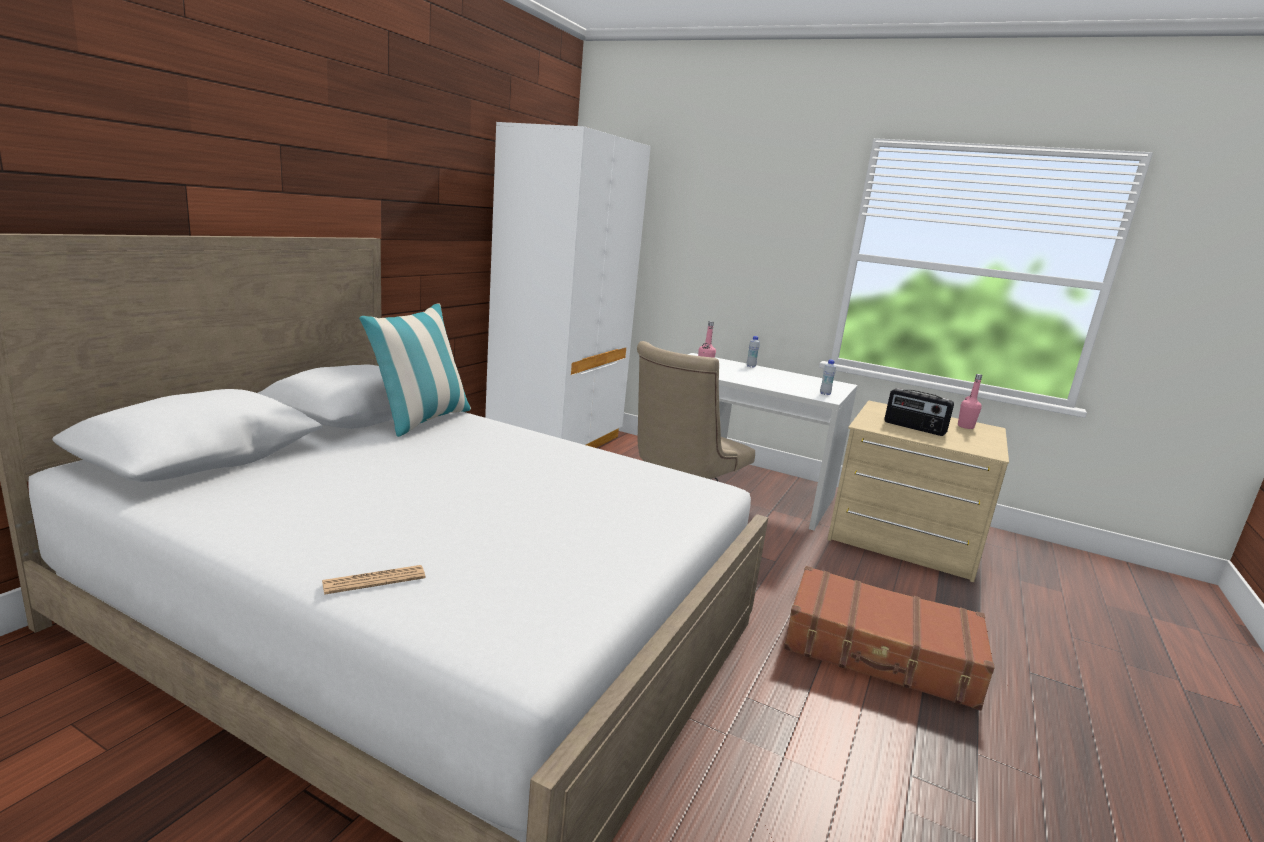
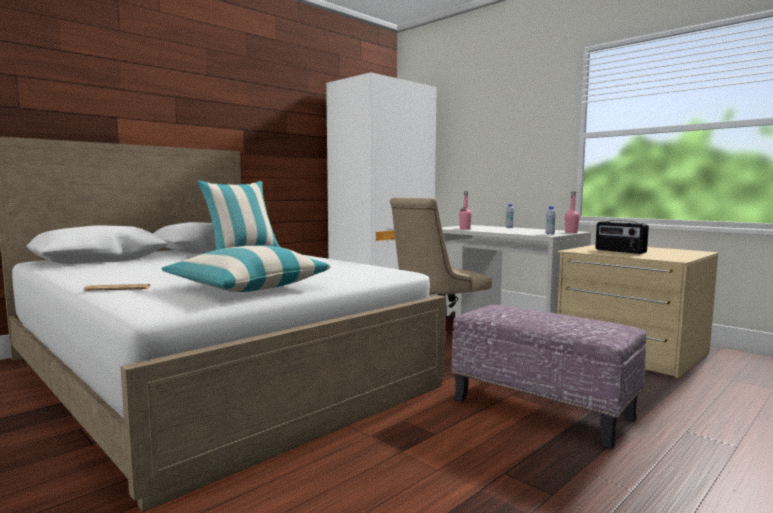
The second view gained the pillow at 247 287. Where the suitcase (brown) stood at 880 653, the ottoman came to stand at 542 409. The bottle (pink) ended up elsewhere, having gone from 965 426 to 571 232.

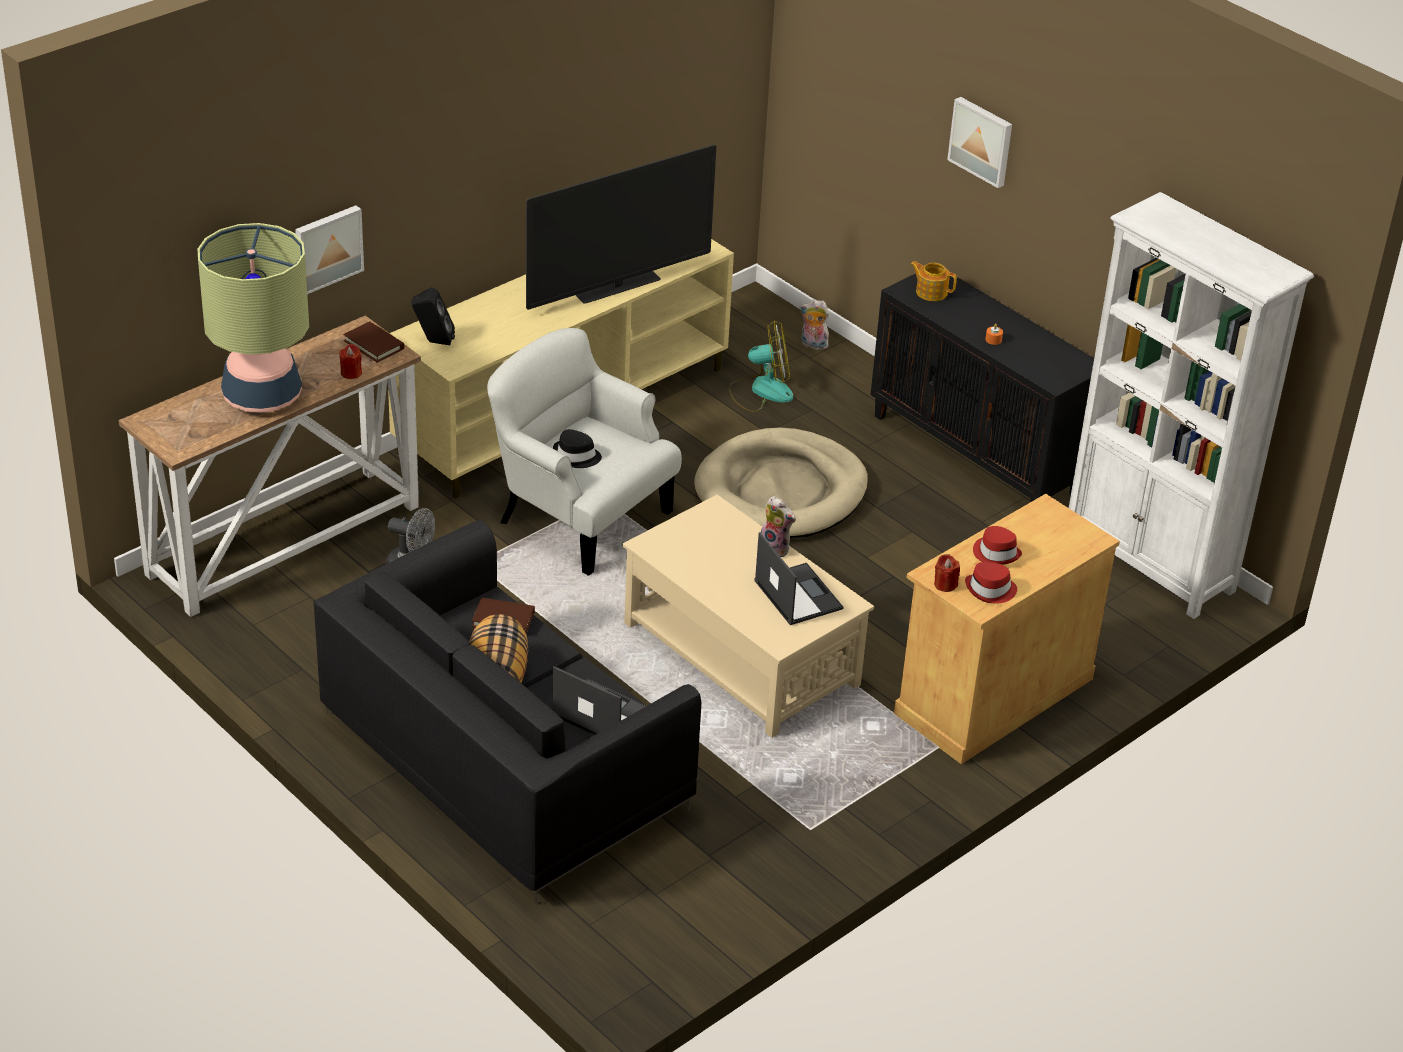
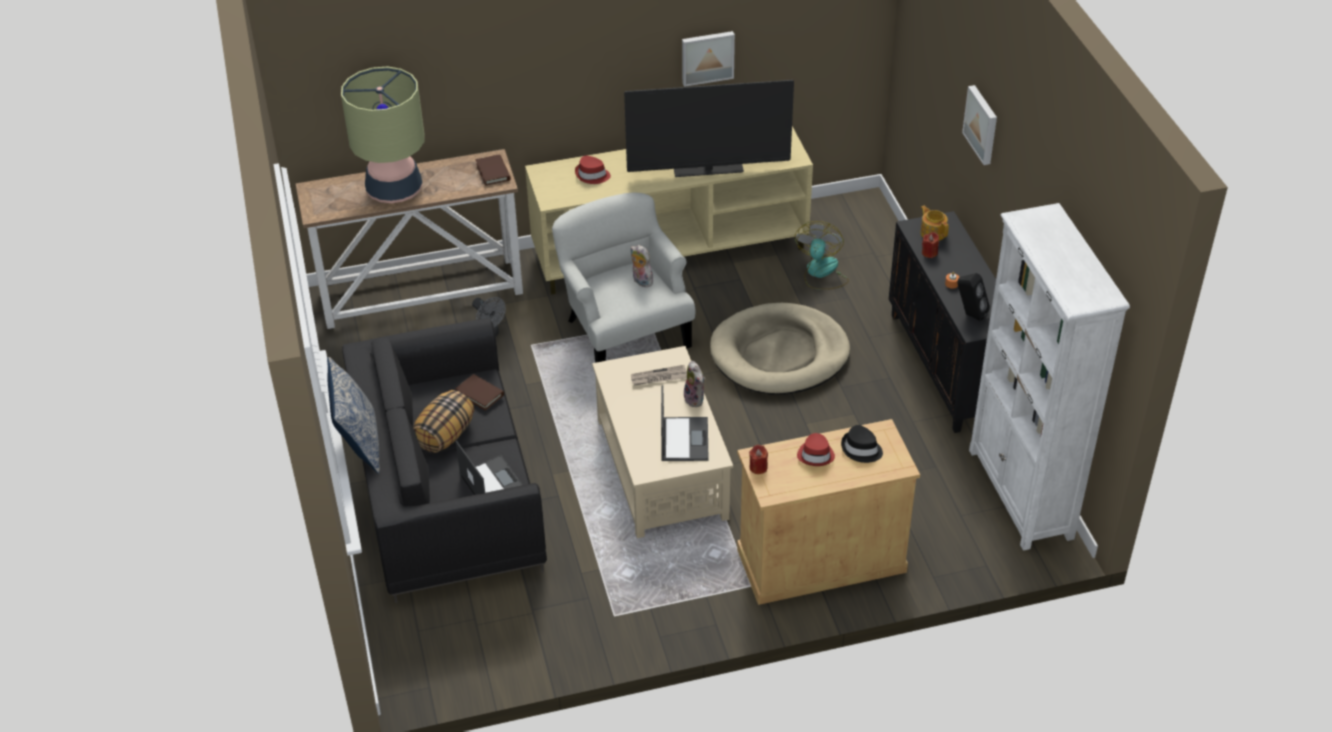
The second view gained the pillow at 359 444. The hat (red) ended up elsewhere, having gone from 990 590 to 592 175. The plush toy ended up elsewhere, having gone from 813 345 to 641 281. The second view gained the newspaper at 658 377. The picture ended up elsewhere, having gone from 327 248 to 707 57. The fan at 761 391 ended up facing another way, 105 degrees counterclockwise from before. The hat (black) ended up elsewhere, having gone from 576 456 to 861 449. The candle (red) ended up elsewhere, having gone from 351 373 to 929 253. The speaker (black) ended up elsewhere, having gone from 433 342 to 969 314.

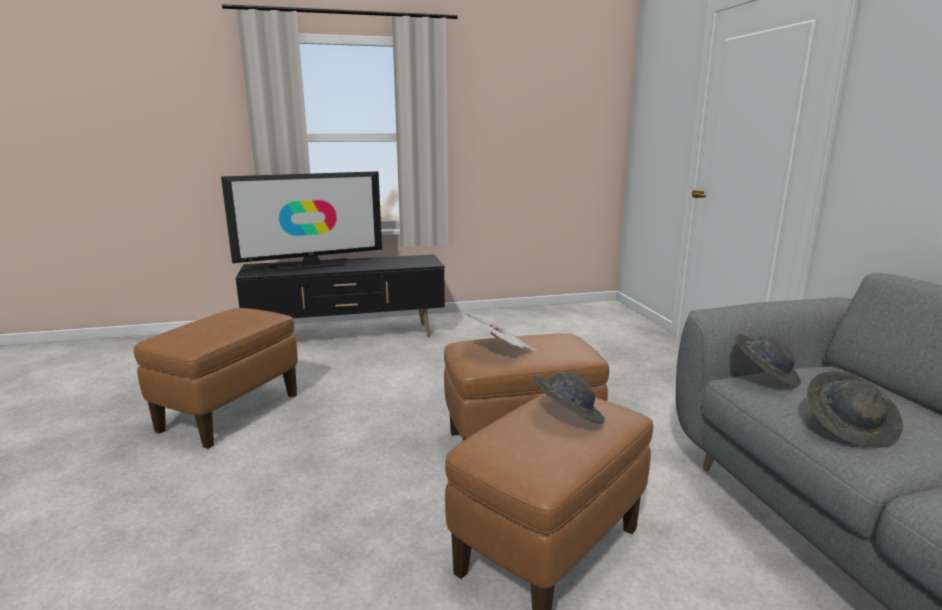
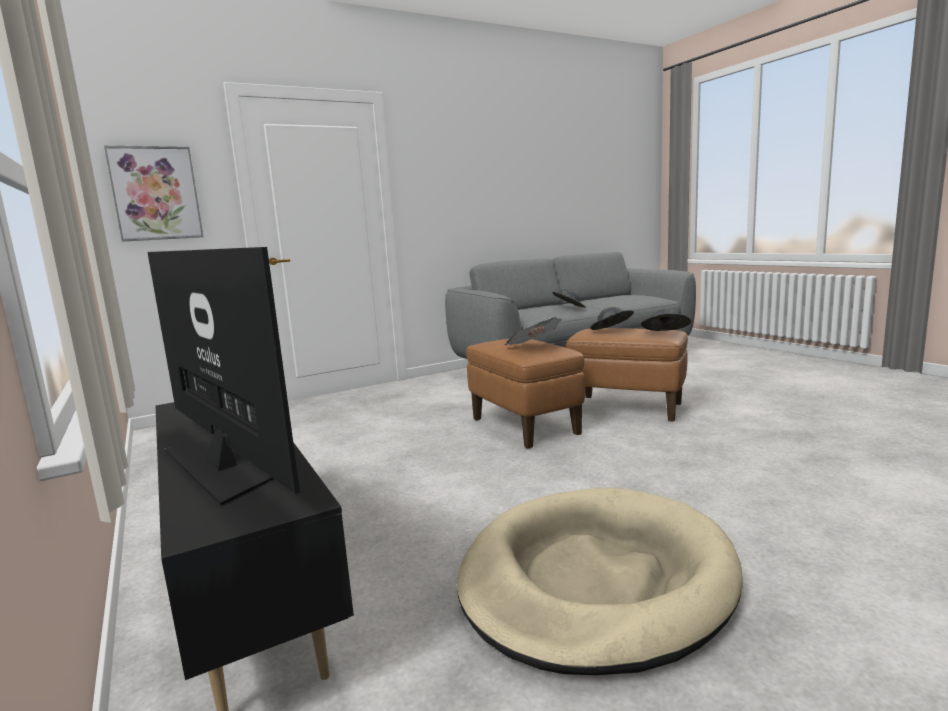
The second view gained the picture at 156 193. Where the ottoman (brown) stood at 231 412, the dog bed (beige) came to stand at 596 581. The hat (grey) ended up elsewhere, having gone from 764 375 to 665 334.

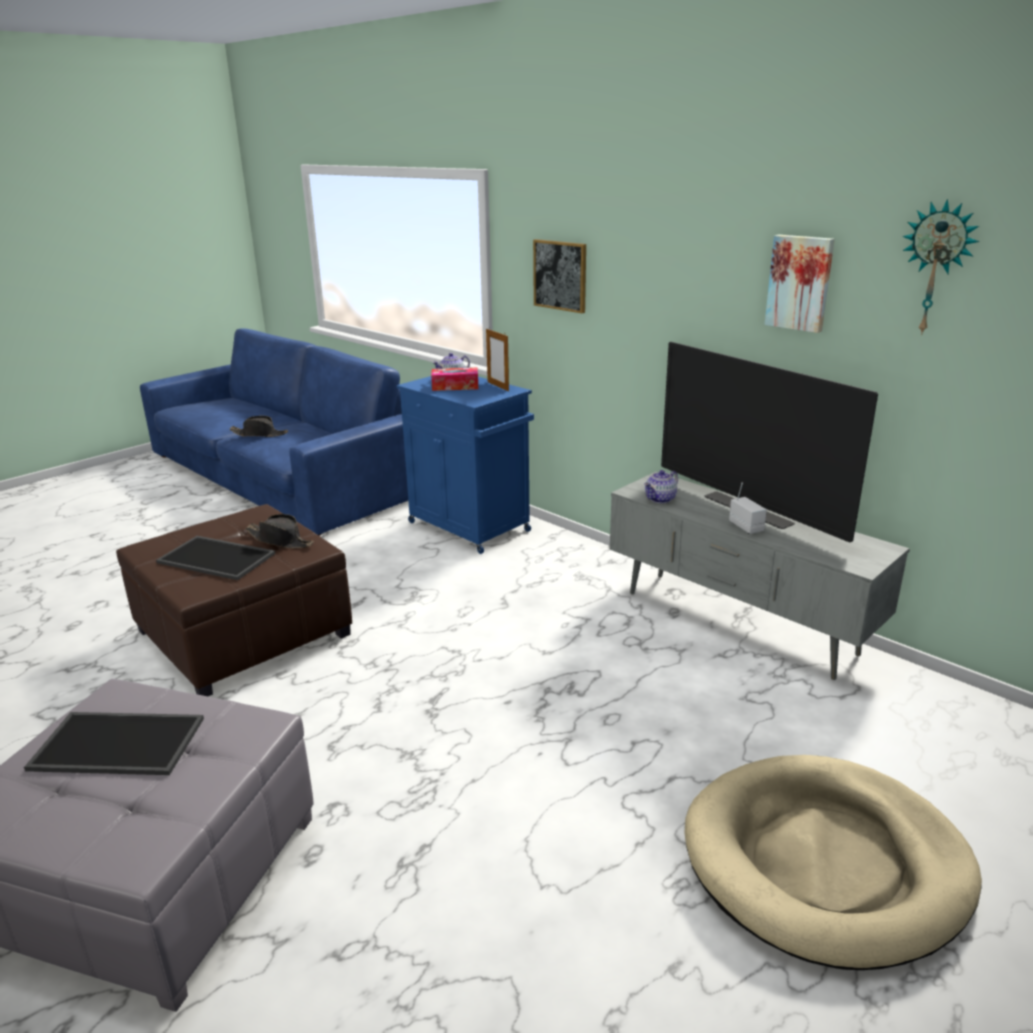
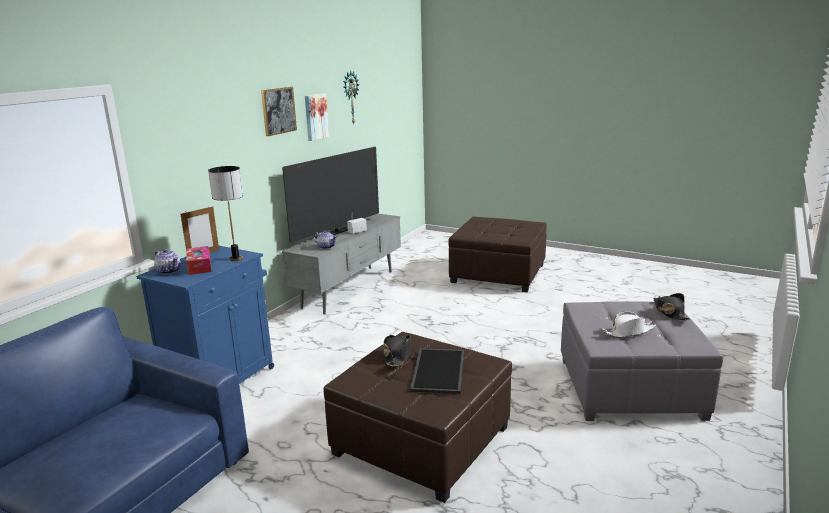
The second view gained the table lamp at 235 259. The picture ended up elsewhere, having gone from 560 275 to 278 111. Where the dog bed (beige) stood at 825 862, the ottoman (brown) came to stand at 497 273. Where the tray stood at 115 745, the hat (white) came to stand at 628 331. The hat (black) ended up elsewhere, having gone from 259 434 to 669 312.

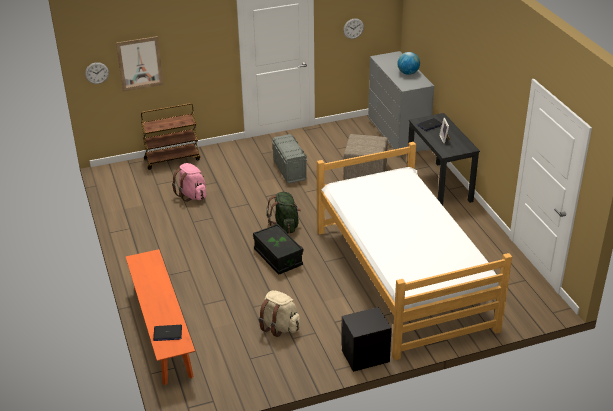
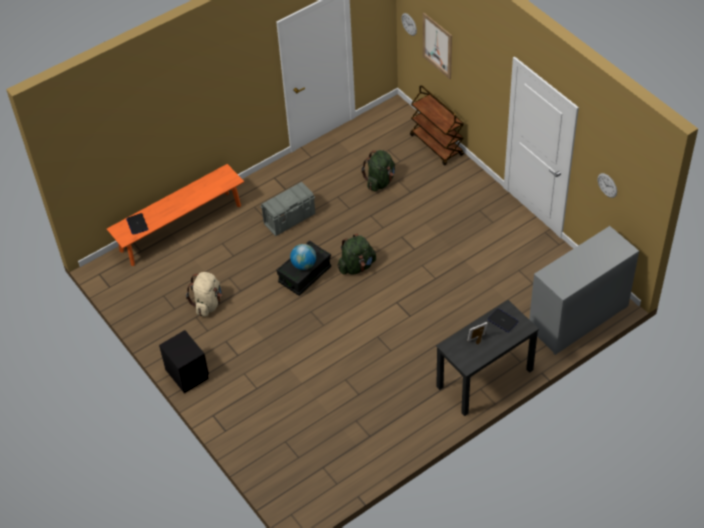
The storage box (grey) ended up elsewhere, having gone from 289 170 to 290 219. The globe ended up elsewhere, having gone from 408 73 to 304 265. What was the backpack (pink) at 192 195 turned into the backpack (green) at 380 181. The second view lost the bed at 402 278. The second view lost the ottoman (beige) at 366 172.

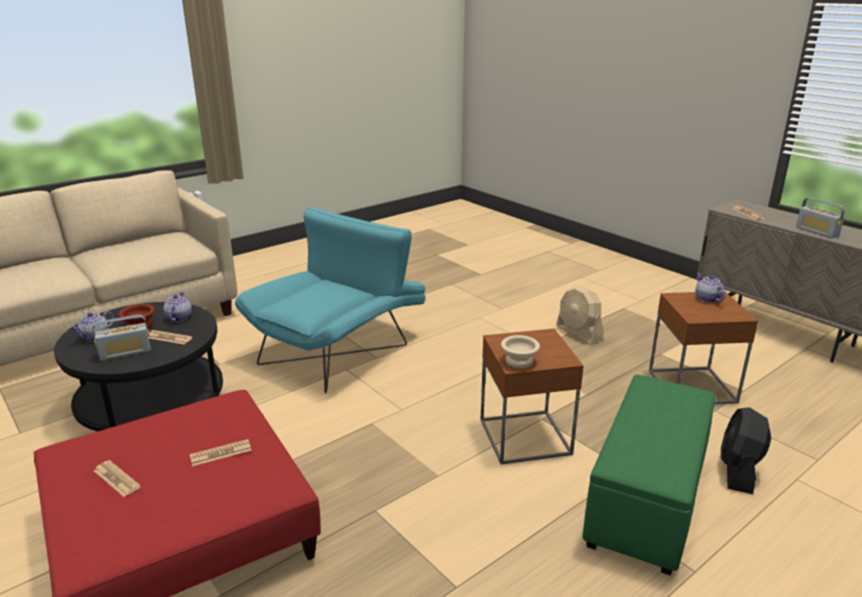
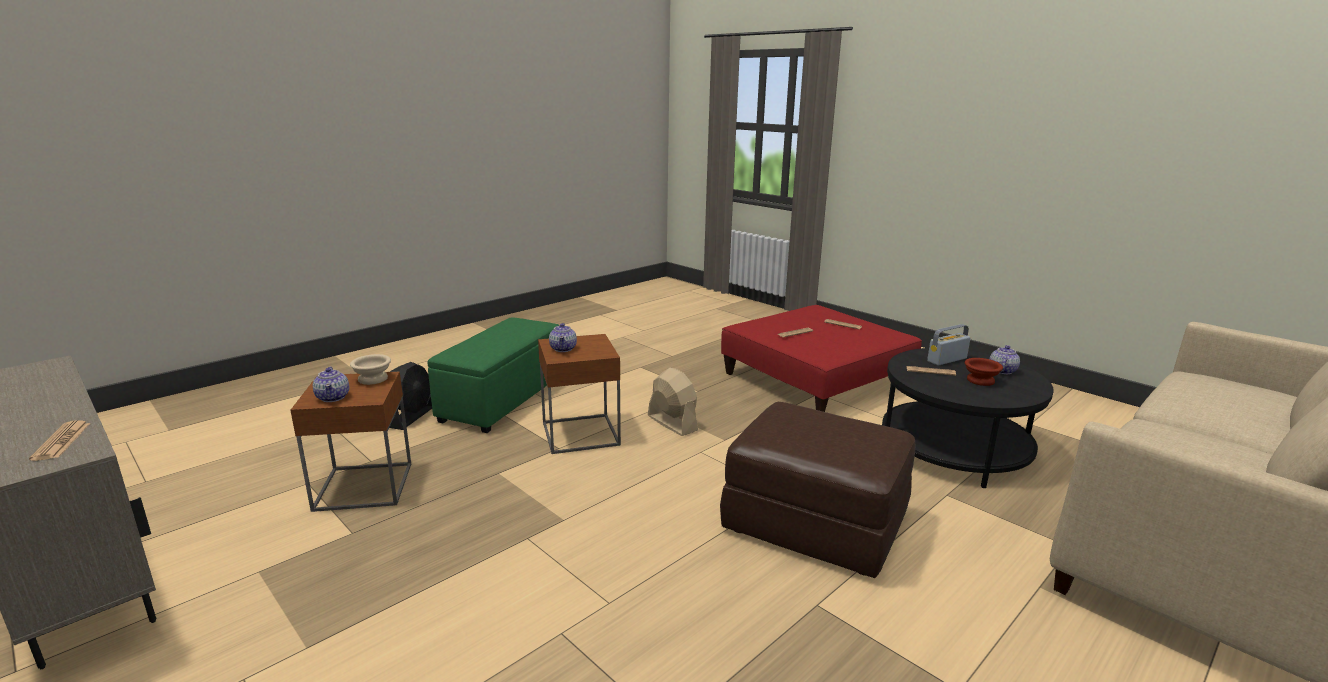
The bowl (beige) ended up elsewhere, having gone from 518 361 to 374 379. The teapot ended up elsewhere, having gone from 178 318 to 563 348. The fan (beige) ended up elsewhere, having gone from 579 333 to 672 423. Where the armchair (turquoise) stood at 339 349, the ottoman (brown) came to stand at 813 523. The second view lost the radio at 817 232.

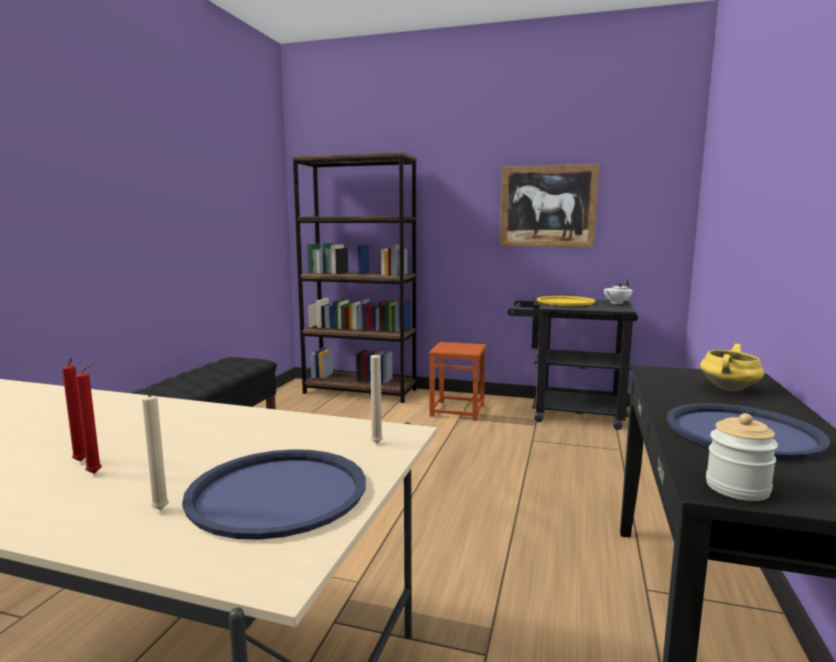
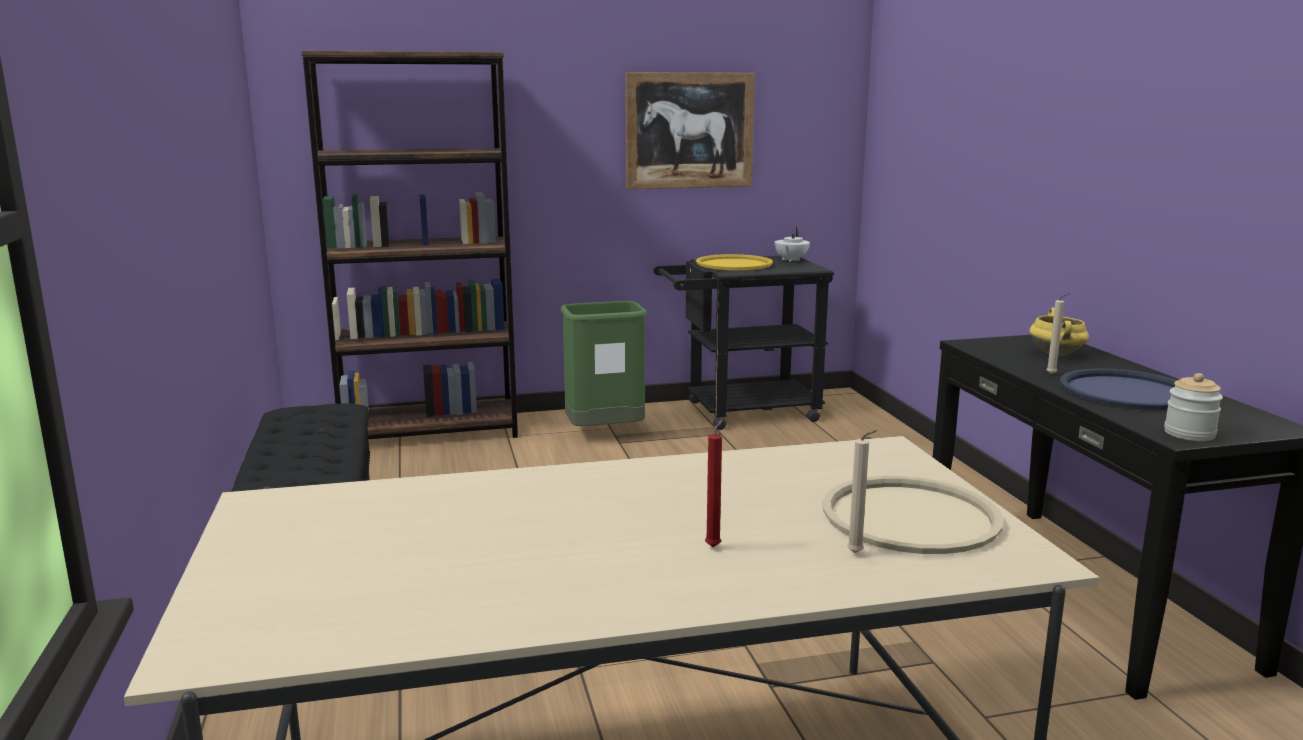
Where the stool (brown) stood at 457 410, the trash can (green) came to stand at 605 434. What was the tray (blue) at 278 493 turned into the tray (beige) at 910 517. The candle (beige) ended up elsewhere, having gone from 378 444 to 1053 374. The second view lost the candle (red) at 81 462.

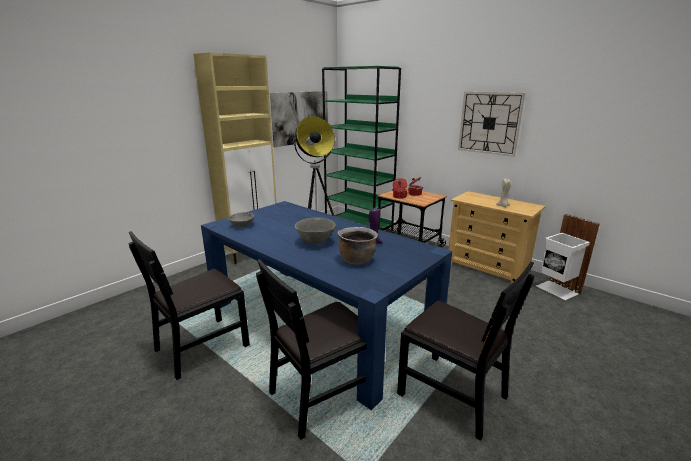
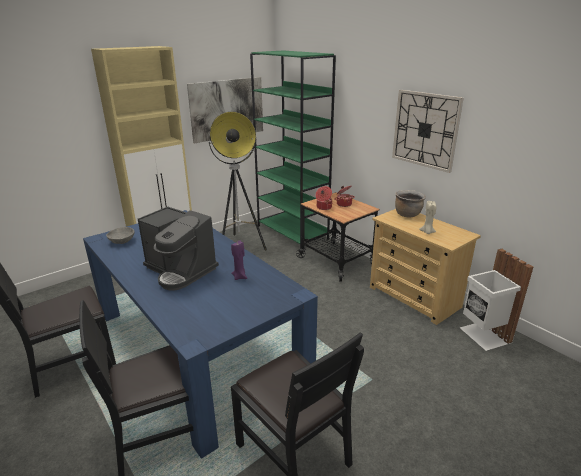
Where the bowl (grey) stood at 315 242, the coffee machine came to stand at 180 270. The cooking pot (brown) ended up elsewhere, having gone from 357 260 to 407 214.

